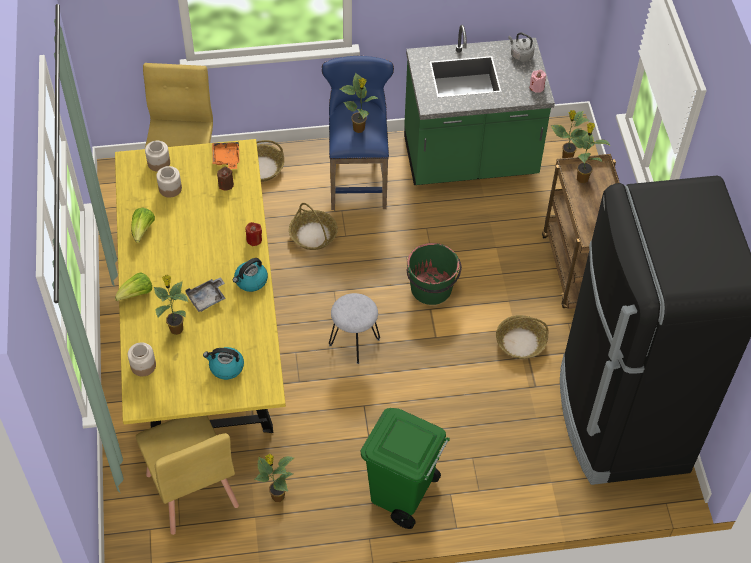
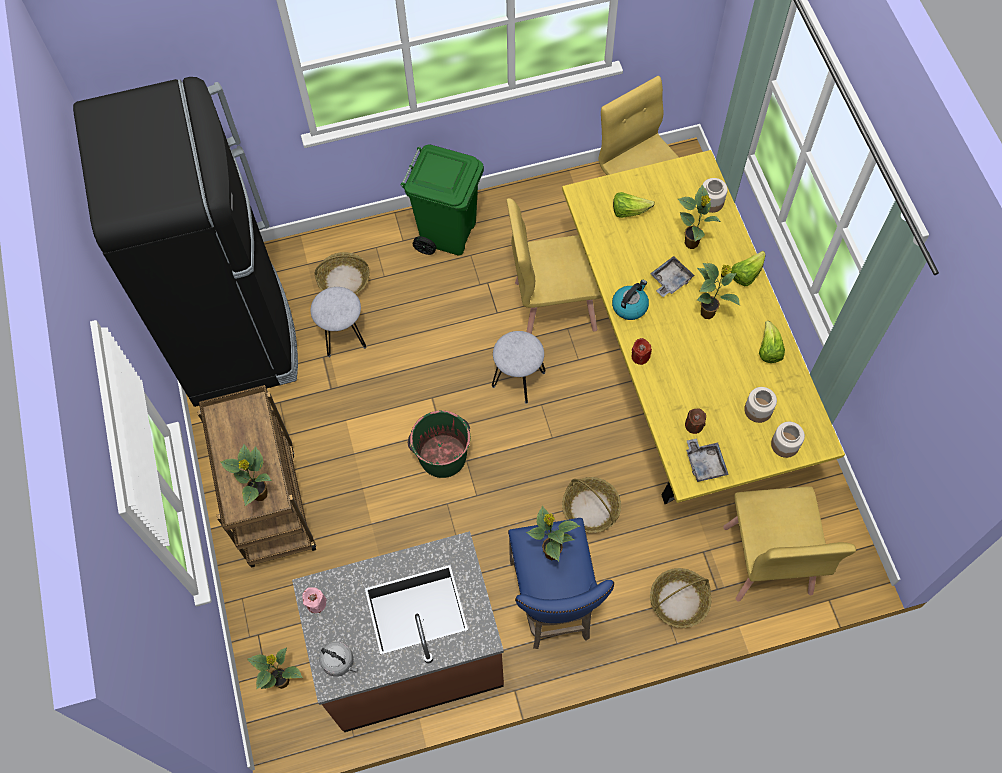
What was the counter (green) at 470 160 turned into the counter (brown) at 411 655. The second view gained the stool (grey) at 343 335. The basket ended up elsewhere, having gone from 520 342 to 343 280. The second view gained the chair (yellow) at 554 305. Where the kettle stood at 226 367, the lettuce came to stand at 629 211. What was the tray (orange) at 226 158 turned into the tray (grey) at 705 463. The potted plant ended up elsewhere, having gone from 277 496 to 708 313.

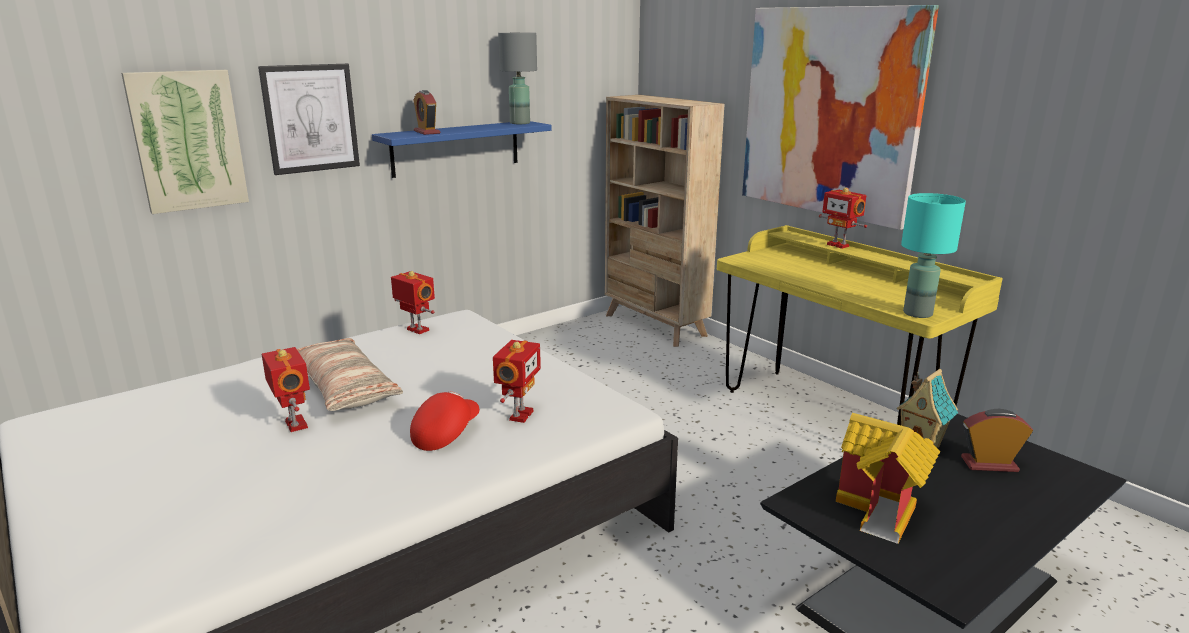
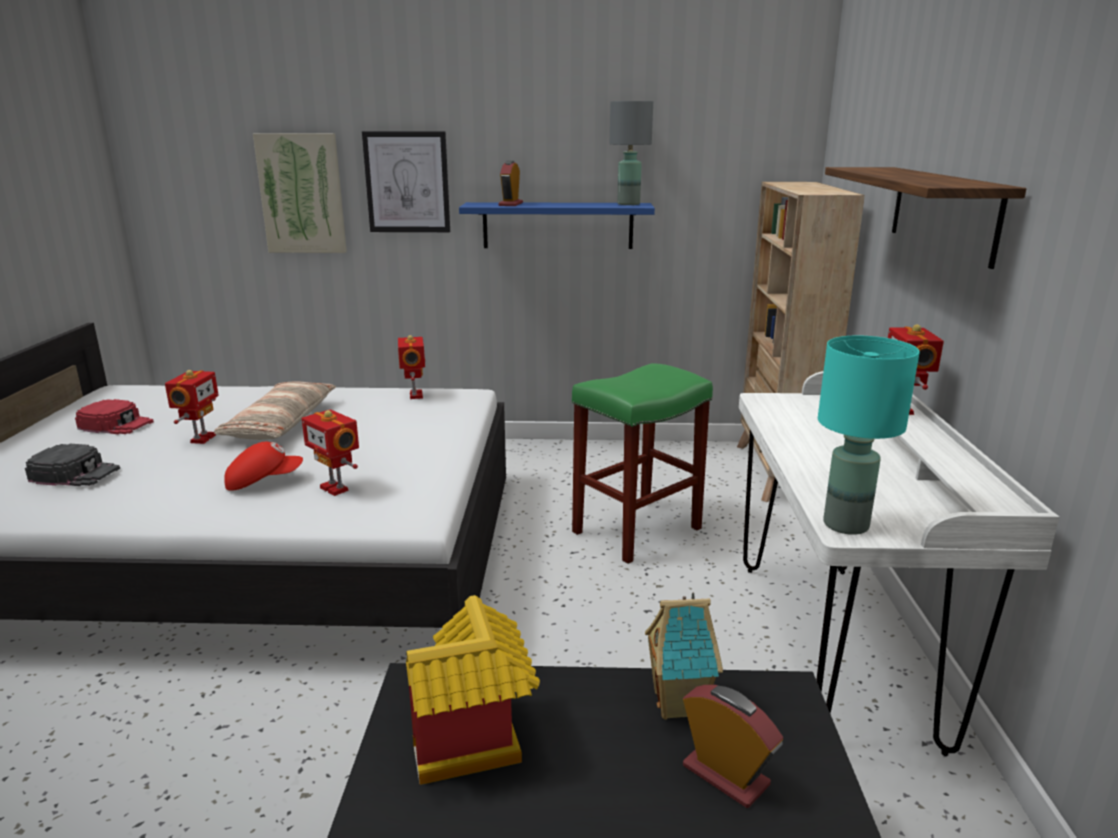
The second view gained the cap (black) at 75 473. The second view gained the cap (red) at 116 424. The toy robot at 519 415 ended up facing another way, 75 degrees clockwise from before. The second view gained the stool (green) at 636 531. What was the desk (yellow) at 829 415 turned into the desk (white) at 833 647. Where the picture hung at 829 113, the shelf came to hang at 943 212.

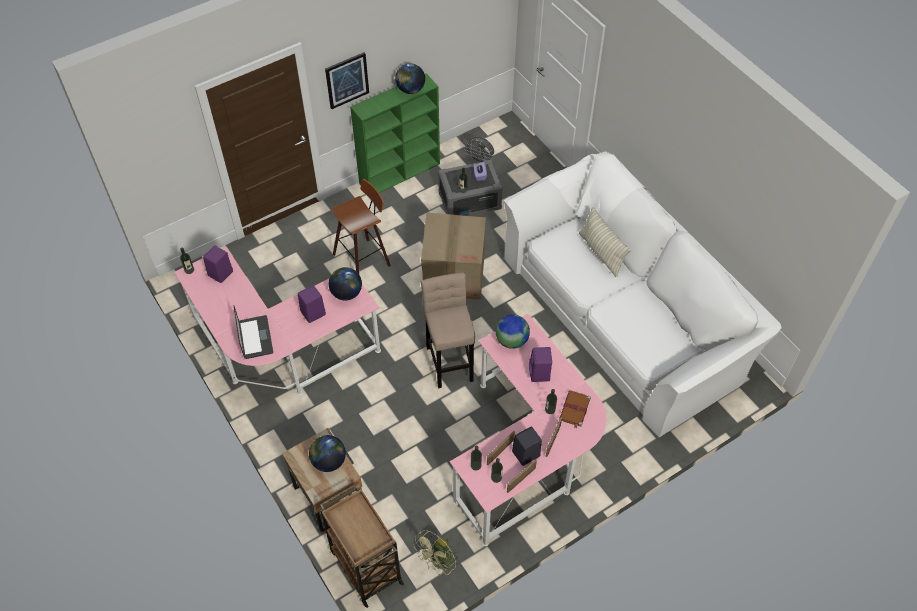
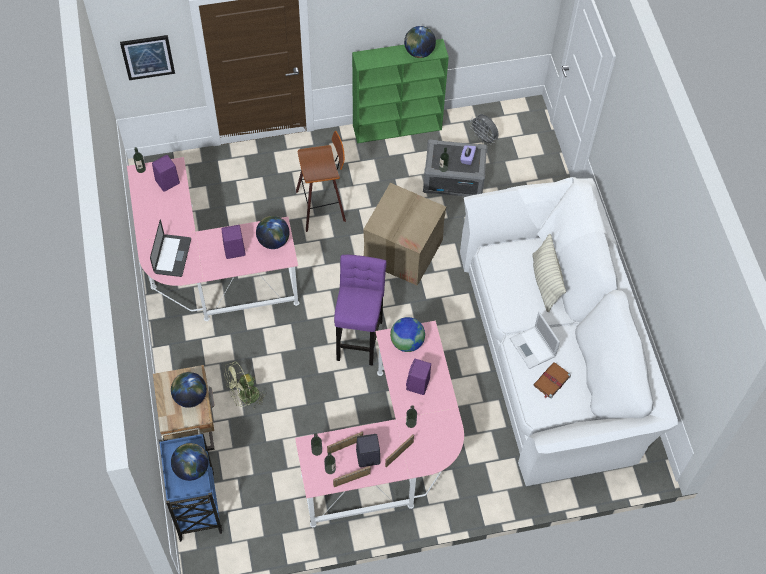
The picture ended up elsewhere, having gone from 347 80 to 147 57. What was the cart (brown) at 365 565 turned into the cart (blue) at 196 503. The second view gained the globe at 192 468. The fan (green) ended up elsewhere, having gone from 439 563 to 245 397. What was the stool (beige) at 449 360 turned into the stool (purple) at 359 337. The second view gained the laptop at 533 348. The book (brown) ended up elsewhere, having gone from 574 410 to 551 381.

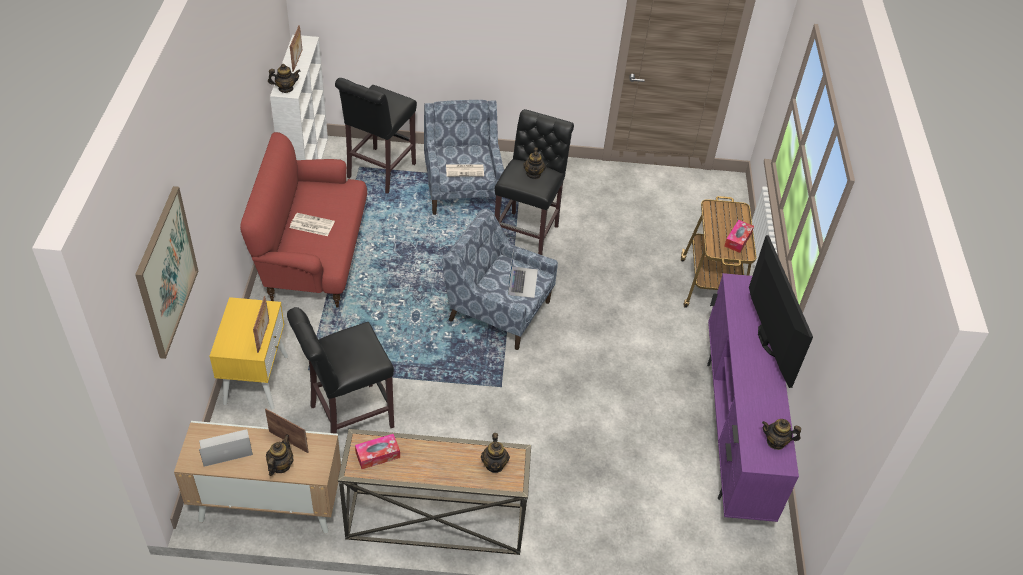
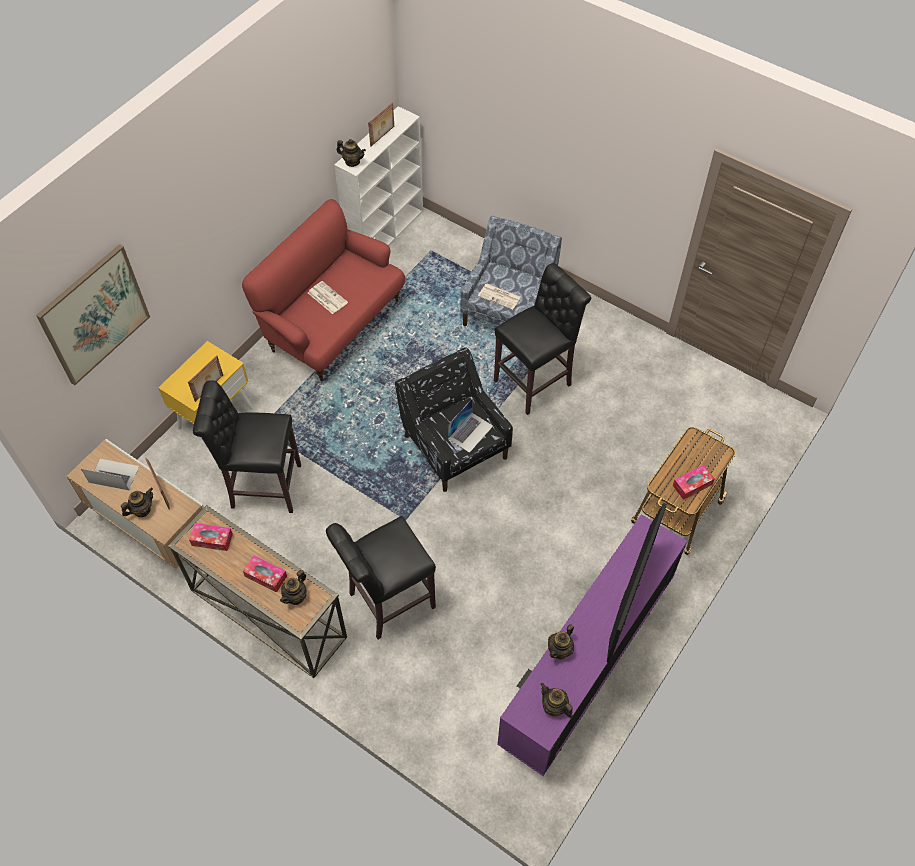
The second view gained the tissue box at 266 576. The stool (black) ended up elsewhere, having gone from 379 172 to 387 602. What was the armchair (blue) at 498 310 turned into the armchair (black) at 454 445. The teapot ended up elsewhere, having gone from 533 174 to 560 650.

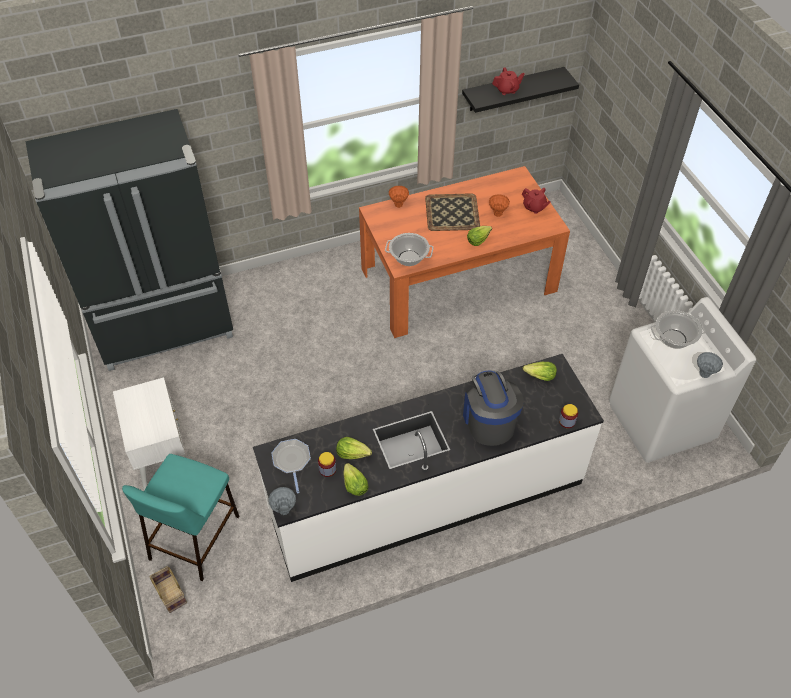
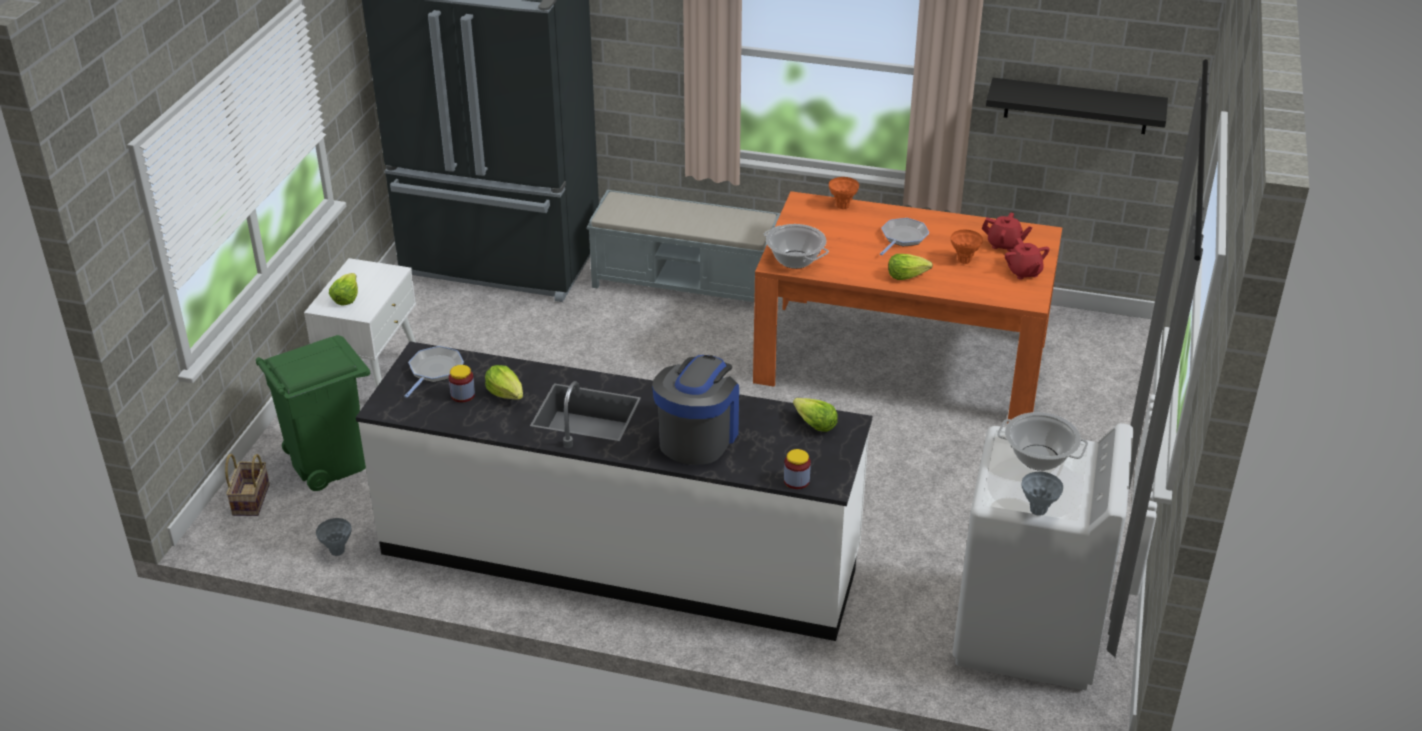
Where the stool (turquoise) stood at 195 536, the trash can (green) came to stand at 329 462. The vase (grey) ended up elsewhere, having gone from 284 510 to 337 551. The lettuce ended up elsewhere, having gone from 354 485 to 346 298. The second view gained the bench (grey) at 687 284. Where the tray stood at 451 213, the frying pan came to stand at 903 238. The teapot (red) ended up elsewhere, having gone from 507 90 to 1004 245.

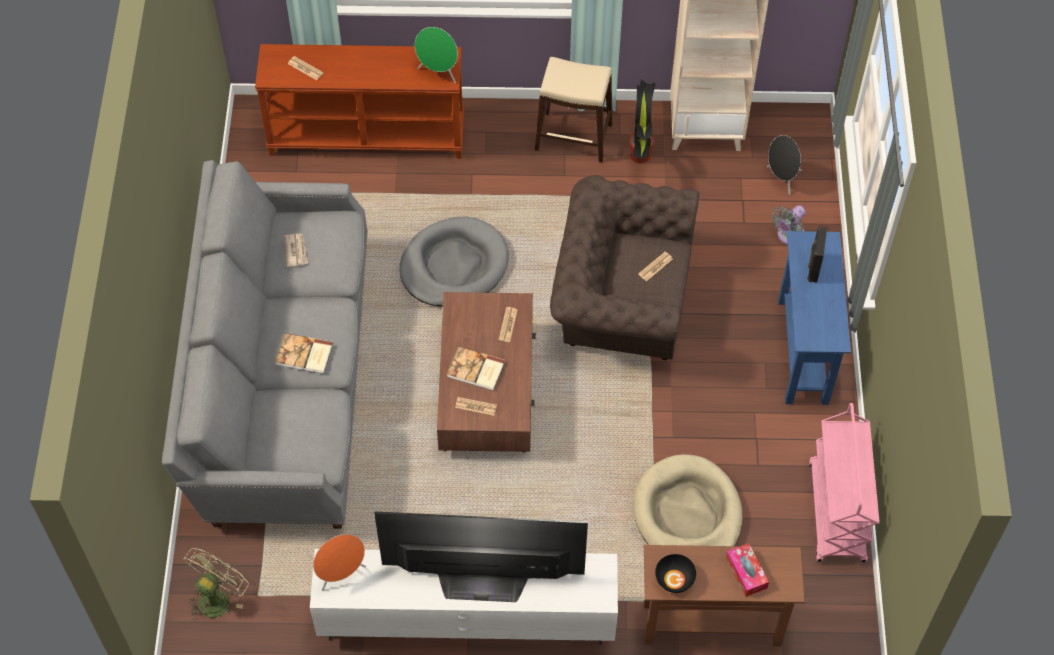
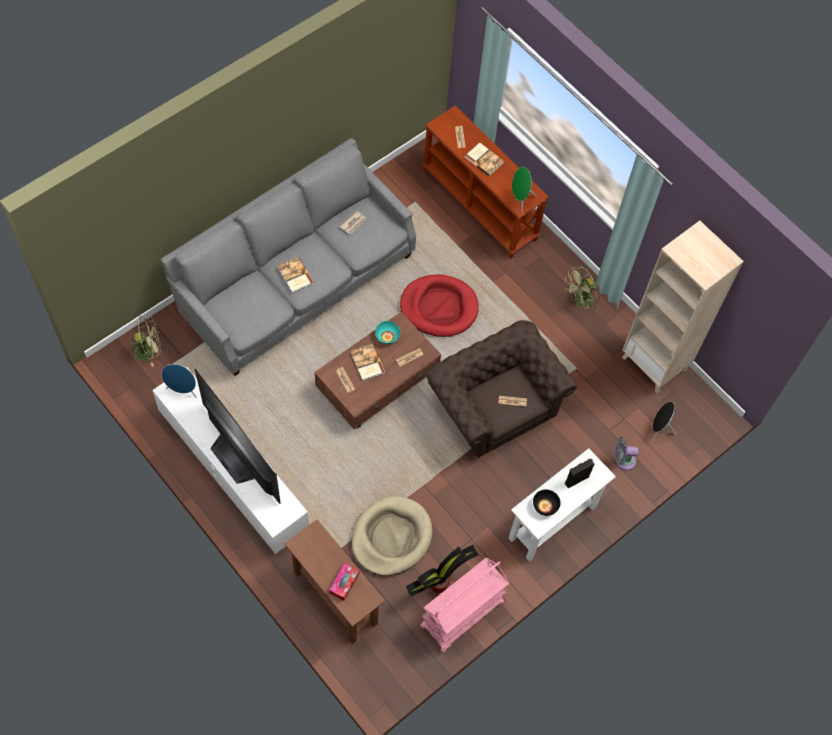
What was the speaker (orange) at 341 574 turned into the speaker (blue) at 183 390. The second view gained the bowl (turquoise) at 387 336. What was the dog bed (grey) at 454 265 turned into the dog bed (red) at 439 307. The potted plant ended up elsewhere, having gone from 640 154 to 439 584. The second view gained the book at 484 159. What was the console table (blue) at 803 350 turned into the console table (white) at 552 522. The bowl (black) ended up elsewhere, having gone from 674 579 to 545 506. Where the stool (beige) stood at 573 136, the fan (green) came to stand at 580 302.

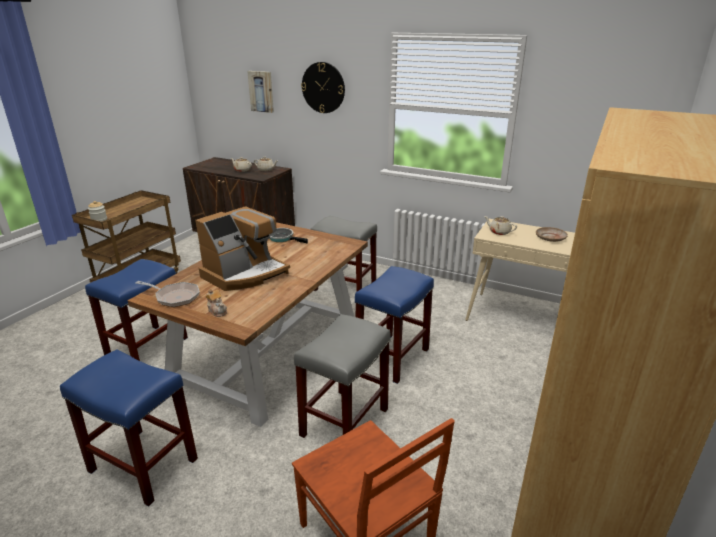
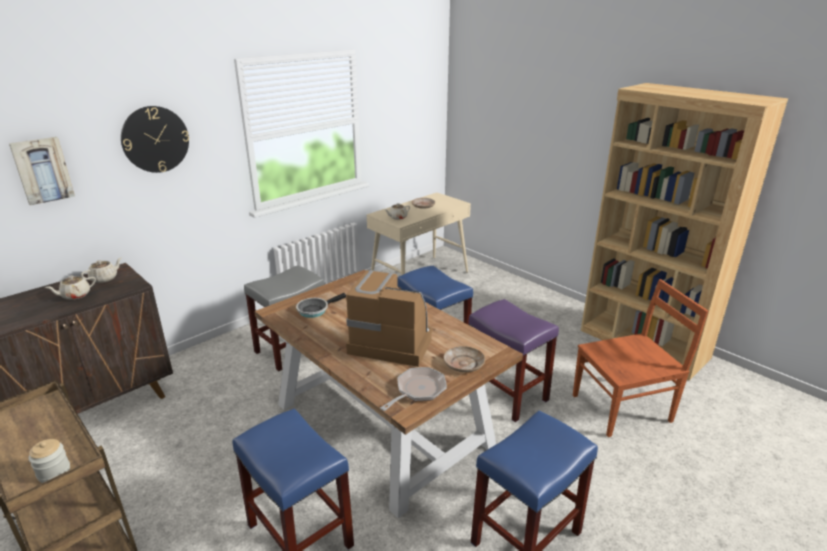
The coffee machine at 245 274 ended up facing another way, 45 degrees counterclockwise from before. Where the teapot stood at 217 311, the plate (beige) came to stand at 463 364. What was the stool (grey) at 344 423 turned into the stool (purple) at 507 394.

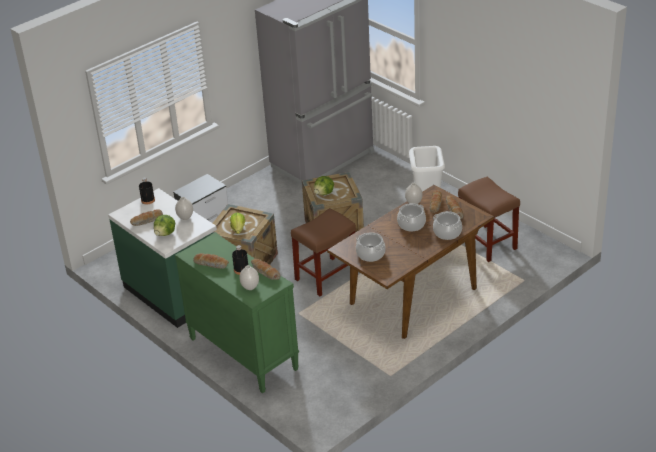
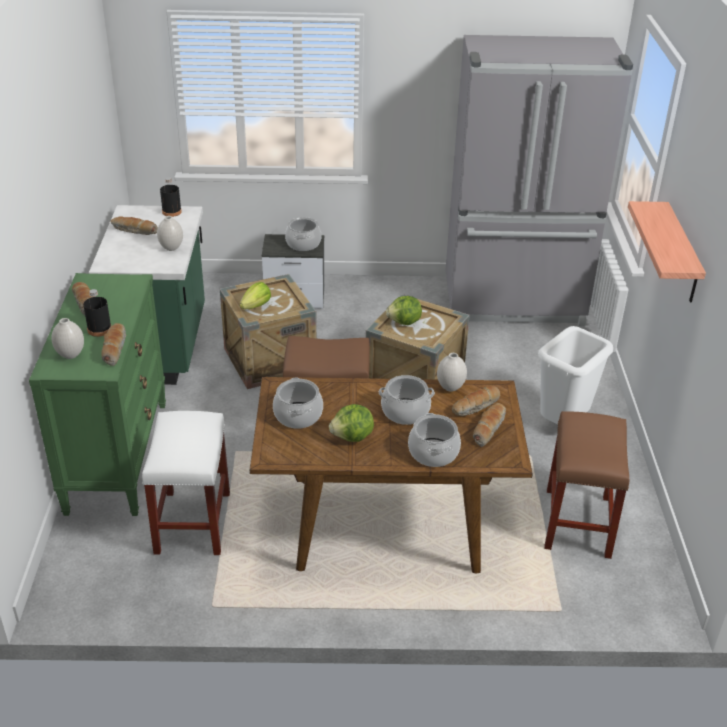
The second view gained the stool (white) at 192 521. The second view gained the cooking pot at 303 244. The lettuce ended up elsewhere, having gone from 165 233 to 352 437. The second view gained the shelf at 681 254.

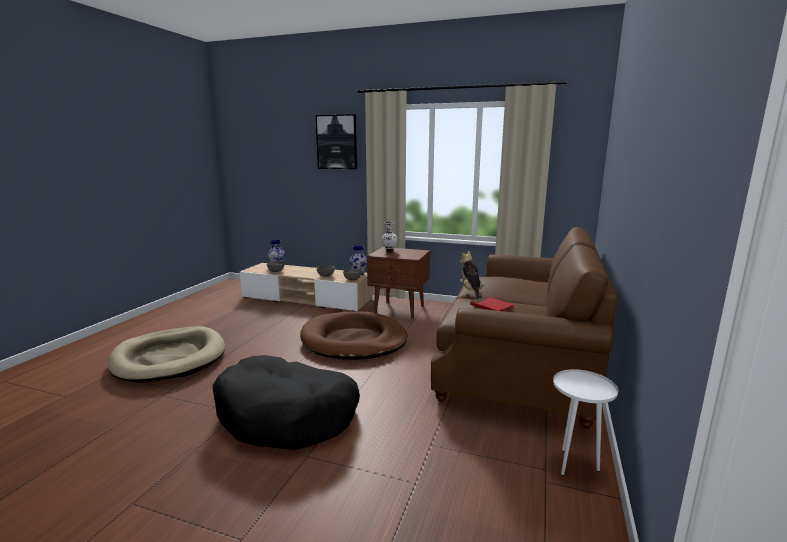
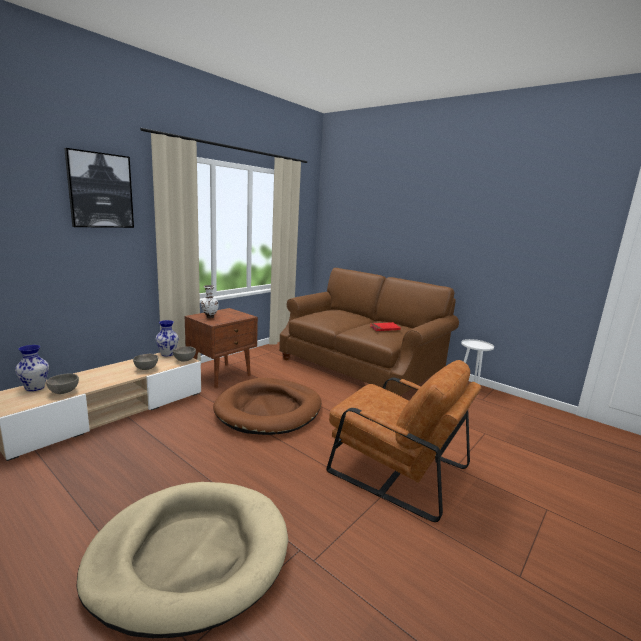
Where the dog bed (black) stood at 287 415, the armchair (brown) came to stand at 395 468. The second view lost the plush toy at 471 291.

